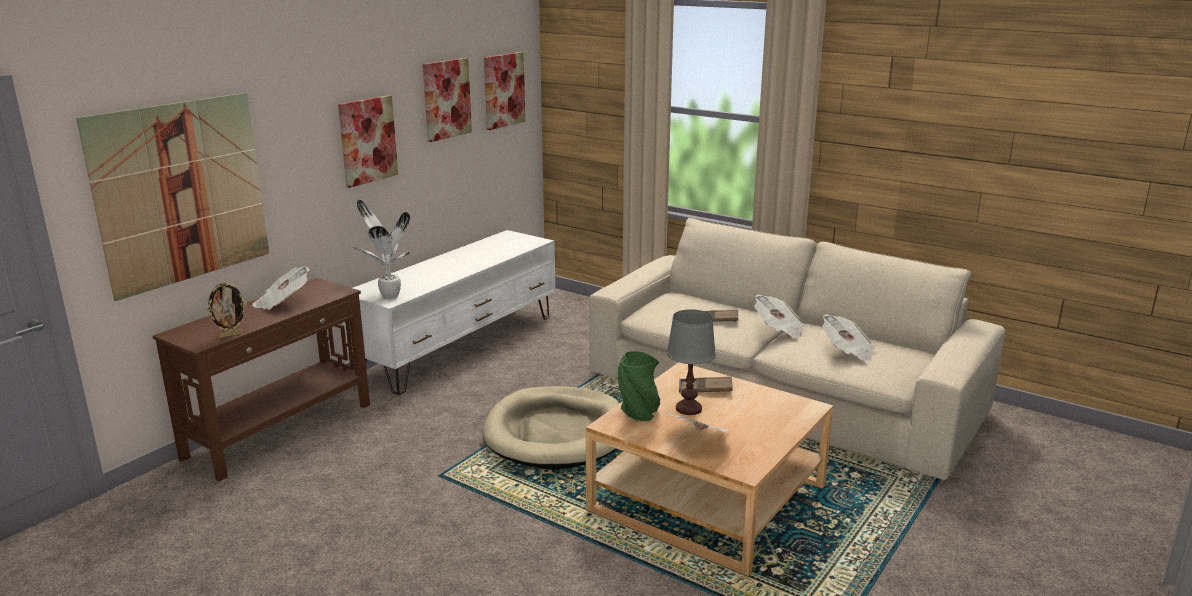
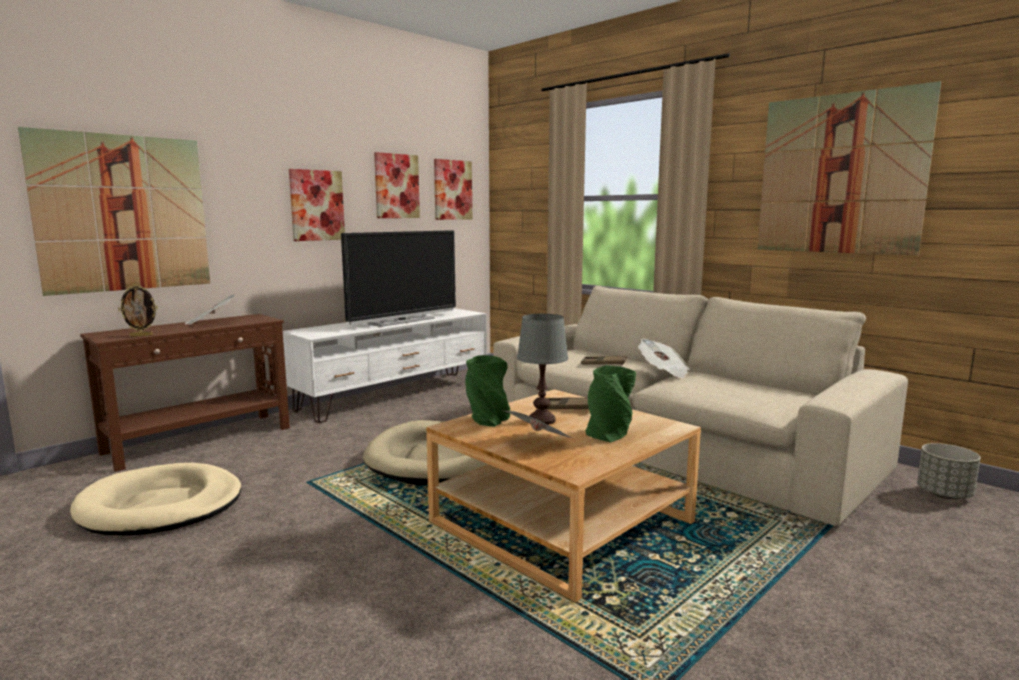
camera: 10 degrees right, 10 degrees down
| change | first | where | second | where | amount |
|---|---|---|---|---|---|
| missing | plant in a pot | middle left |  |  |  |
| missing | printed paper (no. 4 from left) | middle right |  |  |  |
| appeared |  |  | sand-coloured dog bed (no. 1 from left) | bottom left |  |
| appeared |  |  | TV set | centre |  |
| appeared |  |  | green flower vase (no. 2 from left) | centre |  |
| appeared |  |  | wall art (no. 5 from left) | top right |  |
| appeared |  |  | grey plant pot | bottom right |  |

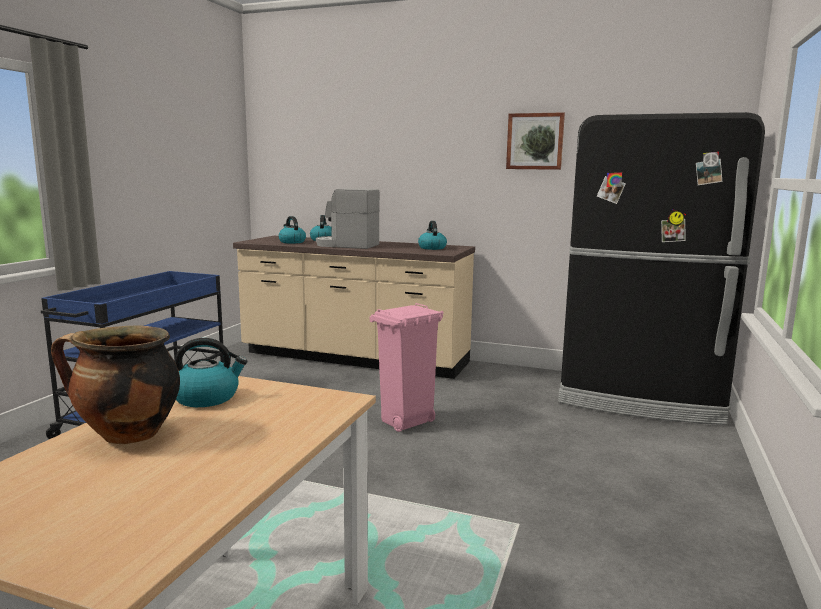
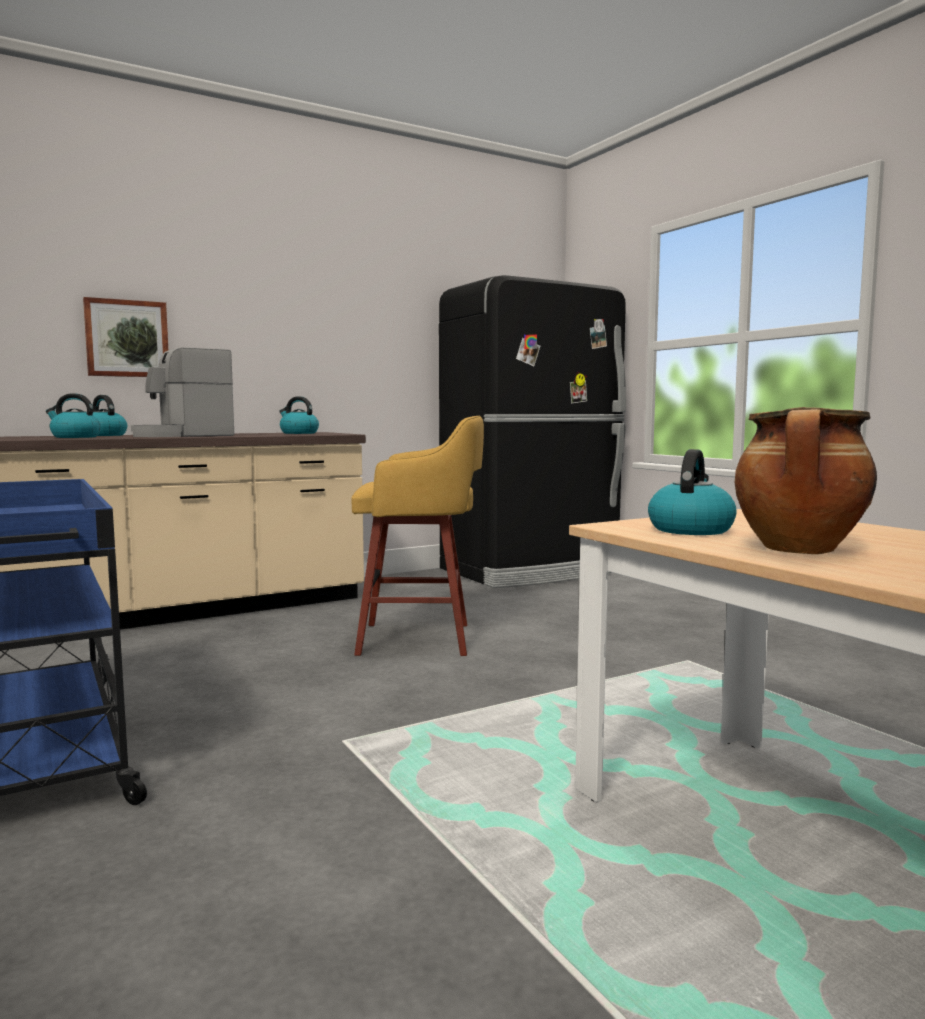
camera: 50 degrees left, 5 degrees down
| change | first | where | second | where | amount |
|---|---|---|---|---|---|
| exchanged | pink rubbish bin | centre | yellowish sitting stool | centre |  |
| relocated | wall art | top centre |  | top left |  |

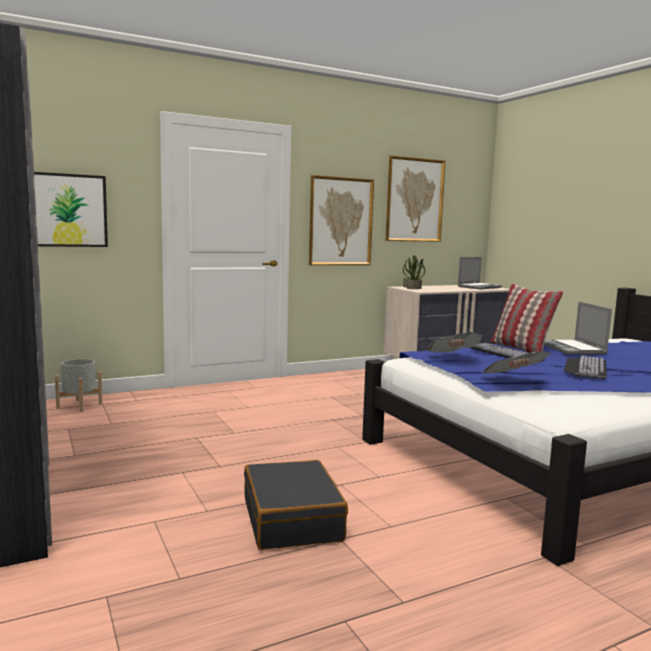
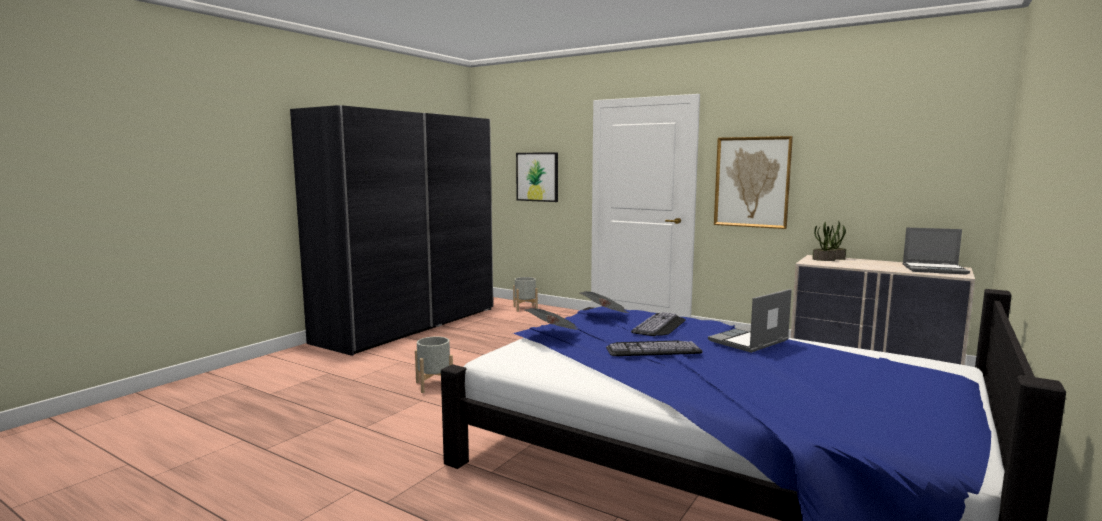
camera: 60 degrees right, 0 degrees up
| change | first | where | second | where | amount |
|---|---|---|---|---|---|
| exchanged | blackish piece of luggage | bottom centre | grey plant pot (no. 1 from left) | bottom centre |  |
| missing | wall art (no. 3 from left) | top centre |  |  |  |
| missing | pillow | middle right |  |  |  |

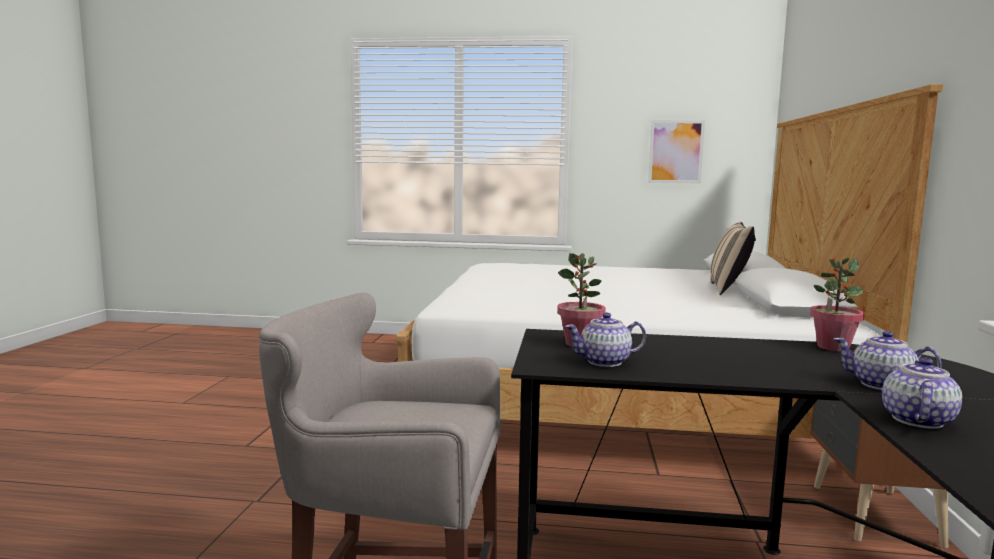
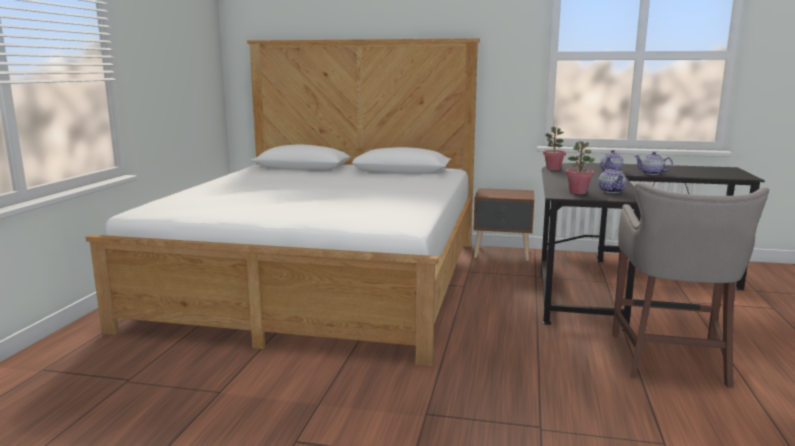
camera: 85 degrees left, 5 degrees up
| change | first | where | second | where | amount |
|---|---|---|---|---|---|
| missing | wall art | top right |  |  |  |
| missing | sand-coloured pillow | middle right |  |  |  |

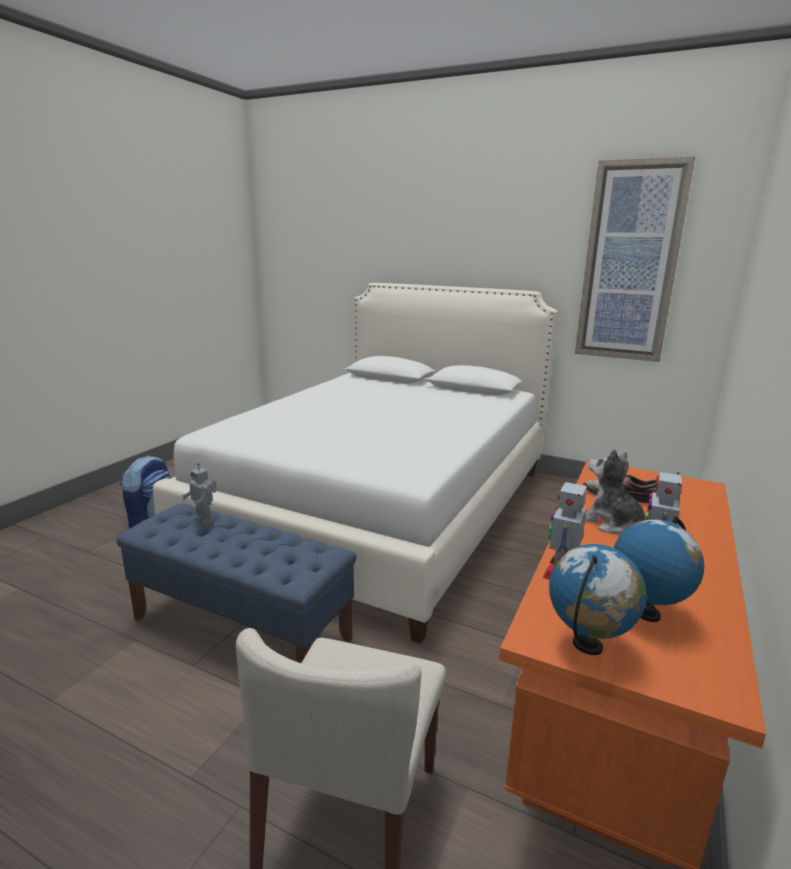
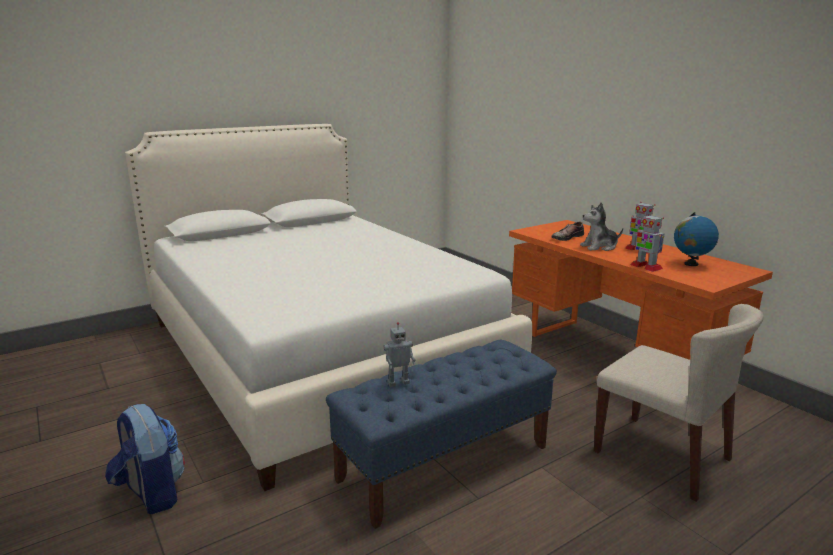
camera: 60 degrees left, 0 degrees up
| change | first | where | second | where | amount |
|---|---|---|---|---|---|
| missing | desk globe (no. 1 from left) | bottom right |  |  |  |
| missing | wall art | top right |  |  |  |

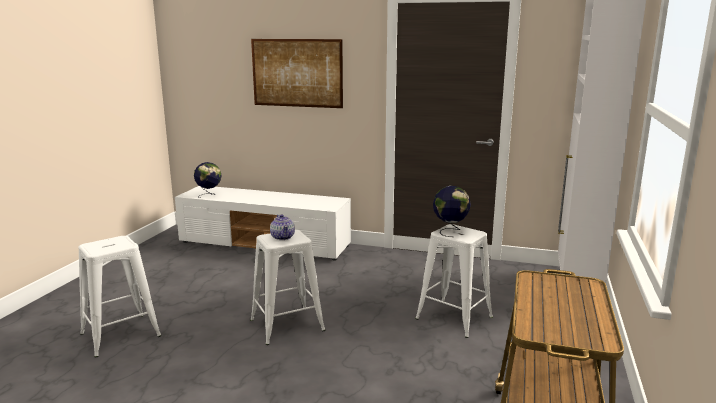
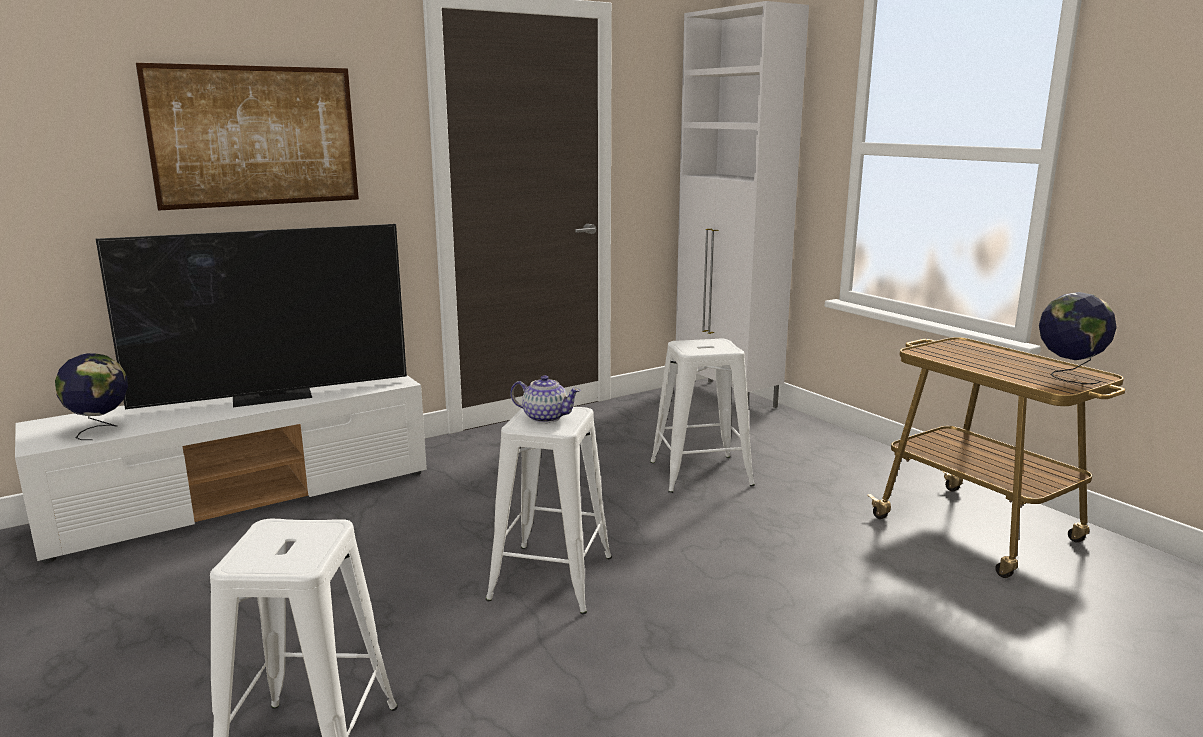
camera: 50 degrees left, 0 degrees up
| change | first | where | second | where | amount |
|---|---|---|---|---|---|
| relocated | desk globe (no. 2 from left) | centre |  | middle right |  |
| appeared |  |  | TV set | middle left |  |

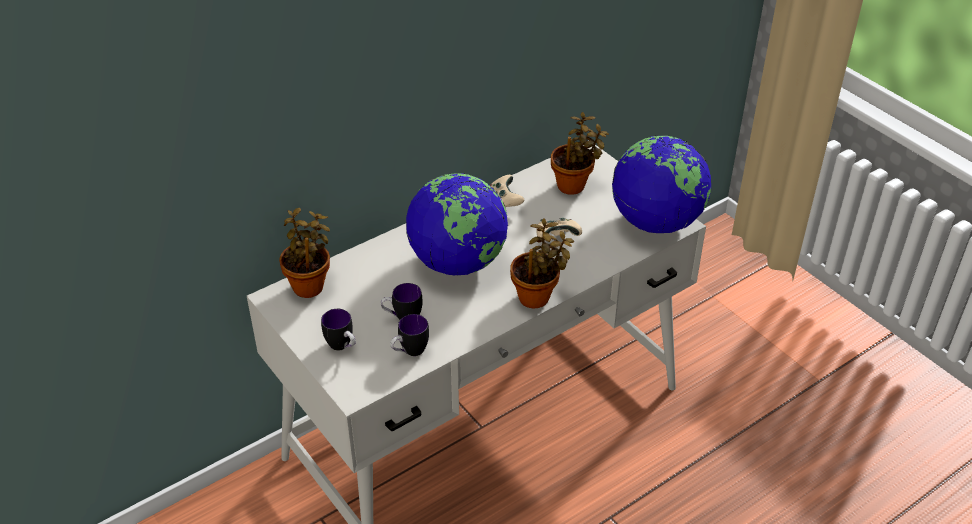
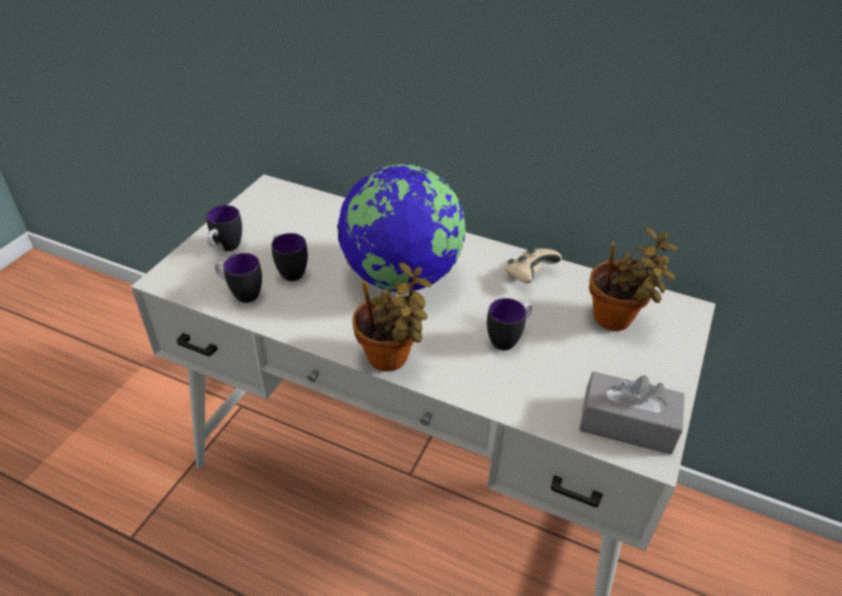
camera: 60 degrees right, 0 degrees up
| change | first | where | second | where | amount |
|---|---|---|---|---|---|
| missing | plant in a pot (no. 1 from left) | middle left |  |  |  |
| exchanged | sand-coloured gamepad (no. 2 from left) | centre | tea mug (no. 4 from left) | centre |  |
| exchanged | desk globe (no. 2 from left) | middle right | grey tissue box | bottom right |  |

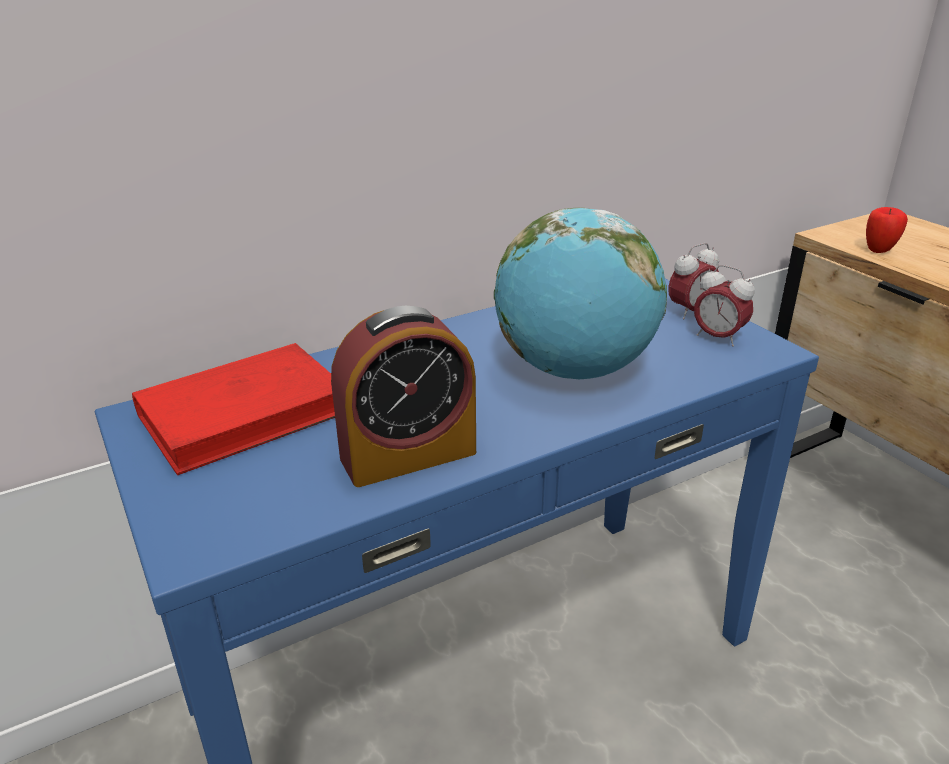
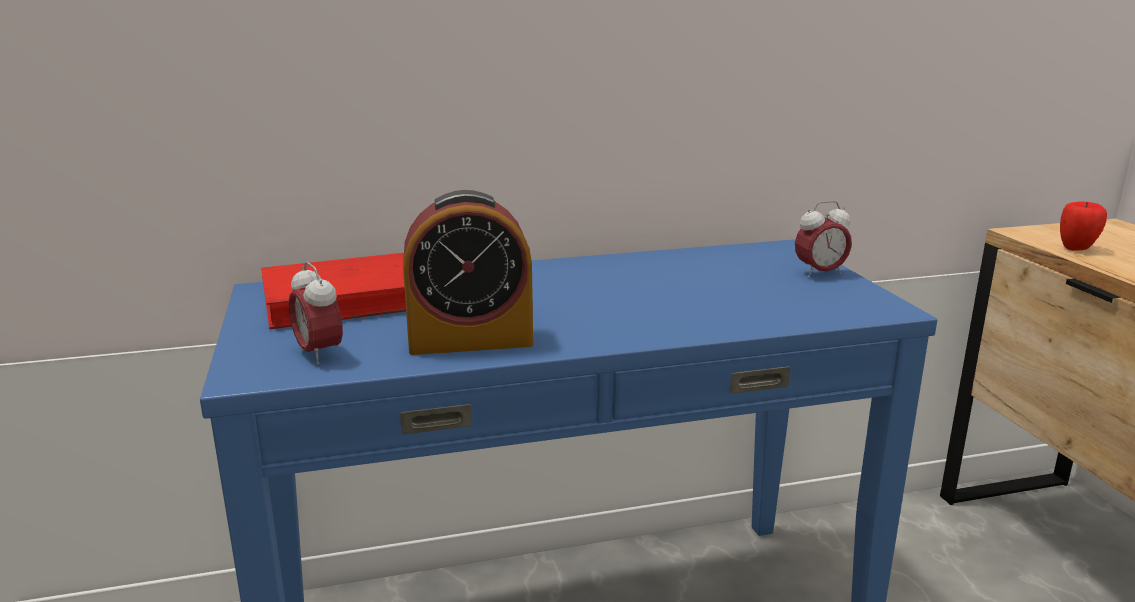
camera: 15 degrees right, 10 degrees down
| change | first | where | second | where | amount |
|---|---|---|---|---|---|
| missing | desk globe | centre |  |  |  |
| relocated | alarm clock (no. 3 from left in the first image) | middle right | alarm clock (no. 1 from left) | middle left |  |

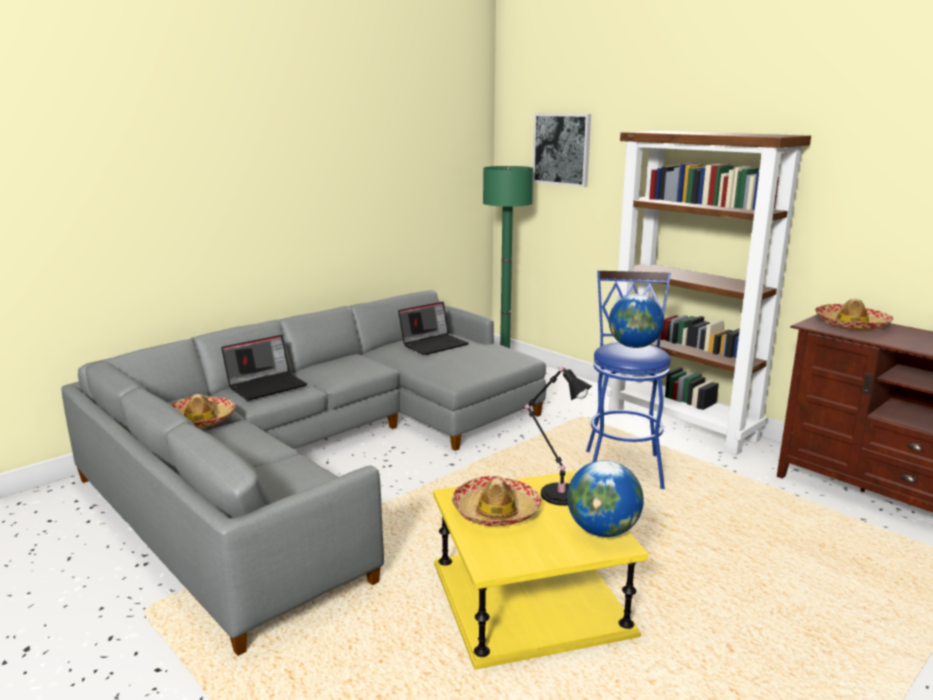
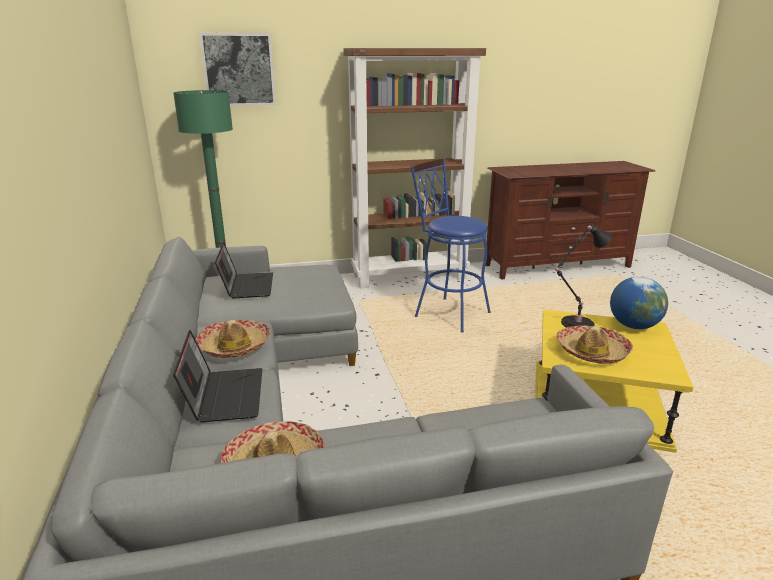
camera: 60 degrees left, 5 degrees up
| change | first | where | second | where | amount |
|---|---|---|---|---|---|
| missing | desk globe (no. 2 from left) | middle right |  |  |  |
| relocated | hat (no. 3 from left in the first image) | middle right | hat (no. 1 from left) | middle left |  |

